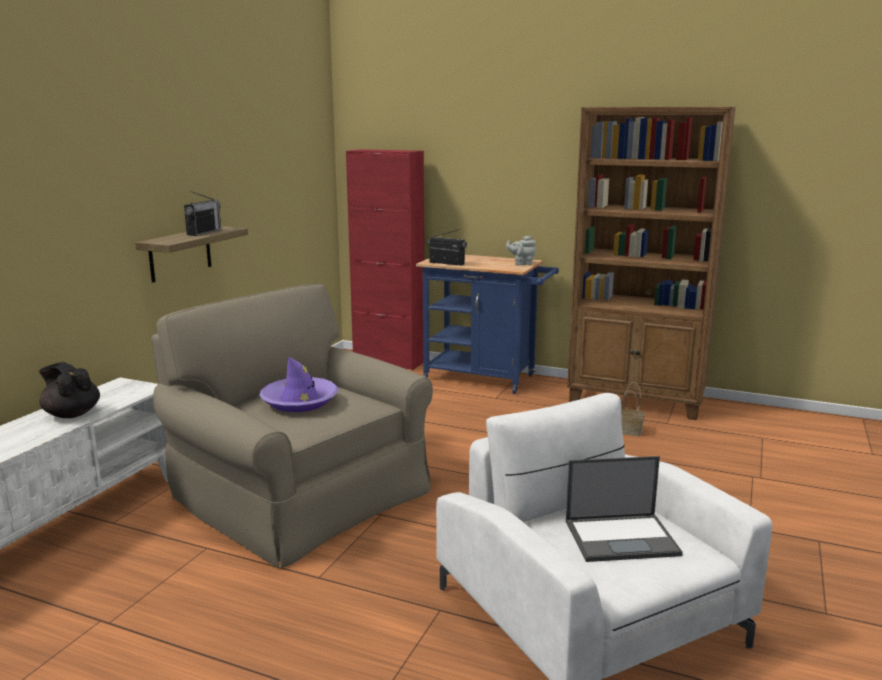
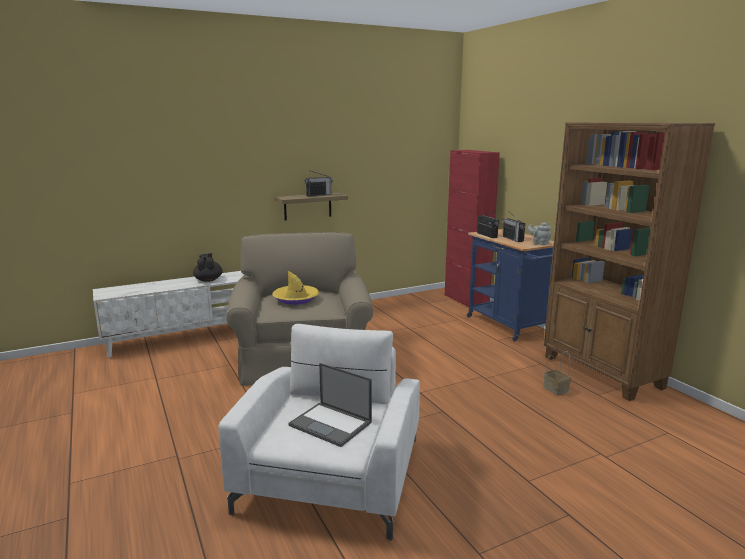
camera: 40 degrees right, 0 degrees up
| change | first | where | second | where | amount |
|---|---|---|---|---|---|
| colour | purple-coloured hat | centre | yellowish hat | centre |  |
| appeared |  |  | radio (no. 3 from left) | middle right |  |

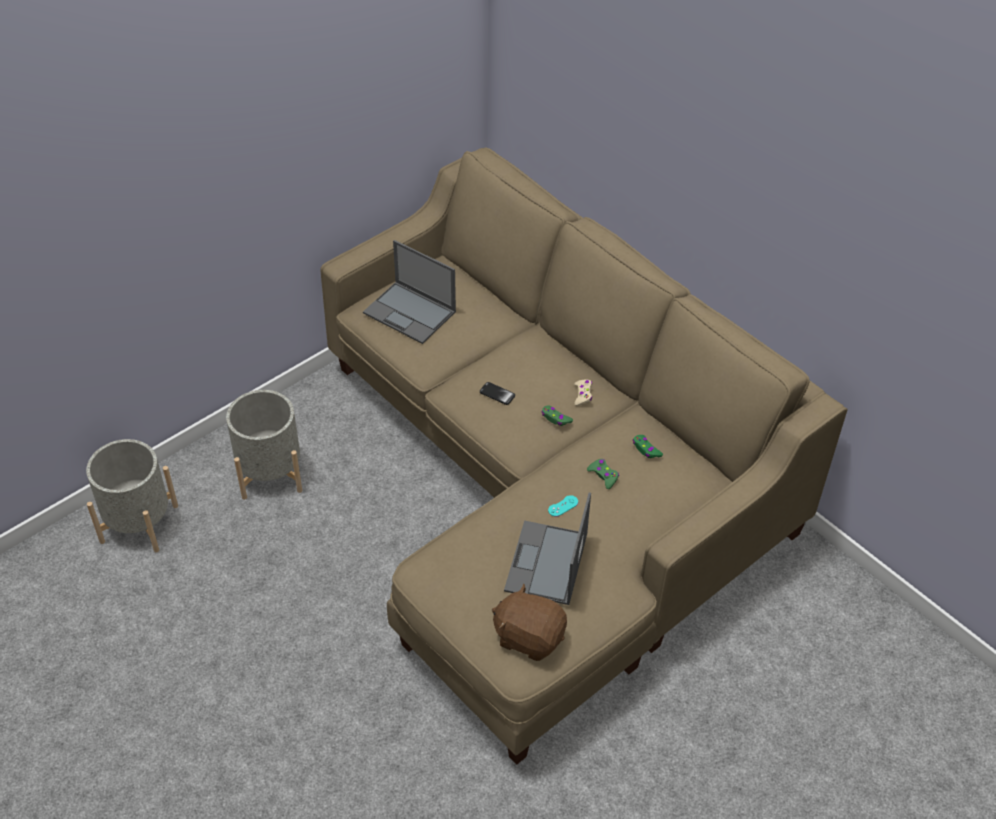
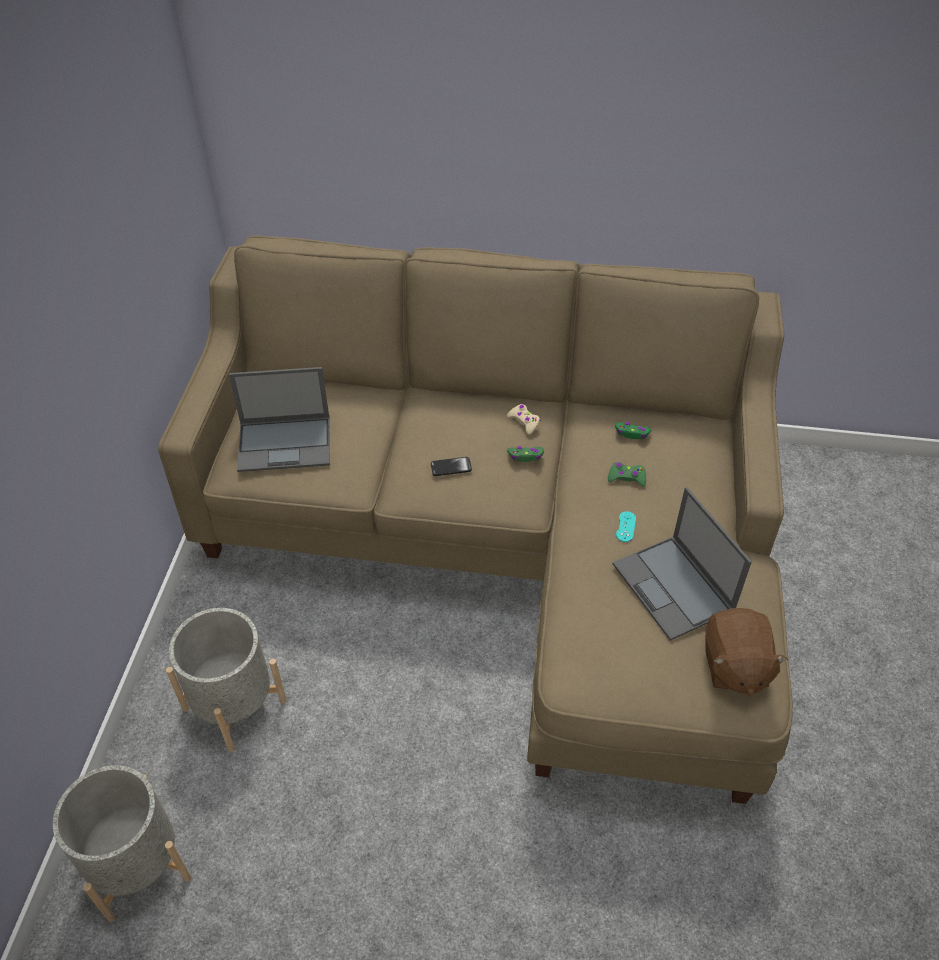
camera: 40 degrees left, 0 degrees up
| change | first | where | second | where | amount |
|---|---|---|---|---|---|
| spun | brownish plush toy | bottom centre |  | bottom right | 75 degrees counterclockwise |

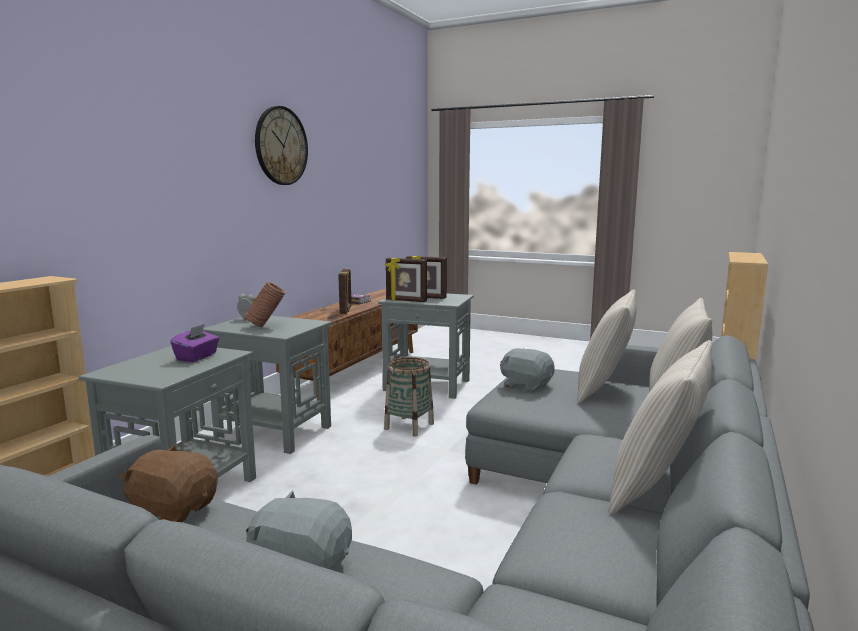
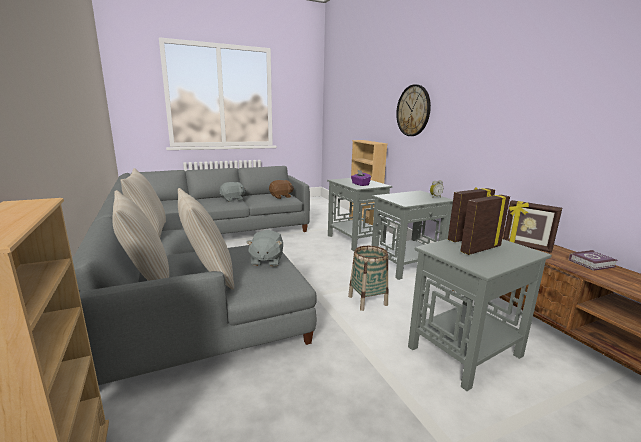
camera: 130 degrees right, 5 degrees up
| change | first | where | second | where | amount |
|---|---|---|---|---|---|
| missing | brownish flower vase | middle left |  |  |  |
| relocated | clock on the wall | top left |  | top centre |  |
| spun | grey plush toy (no. 2 from left) | centre |  | centre | 105 degrees clockwise |

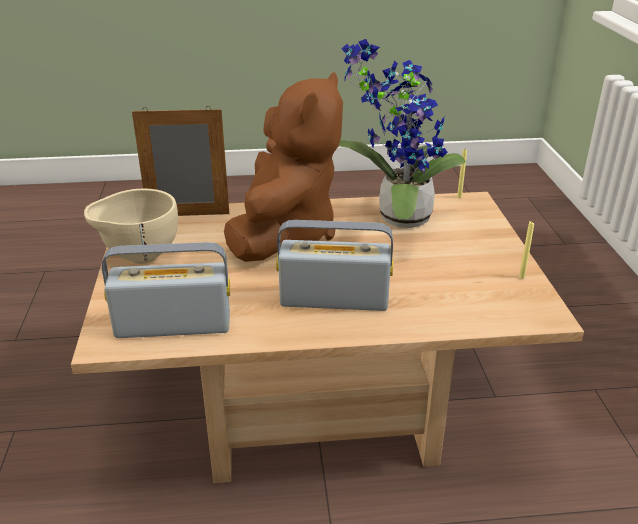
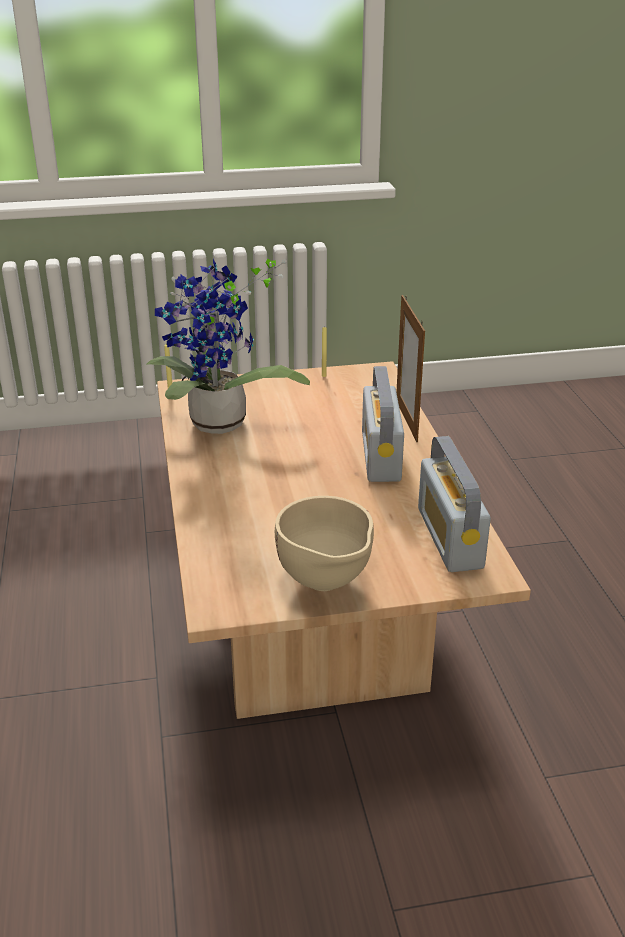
camera: 95 degrees left, 0 degrees up
| change | first | where | second | where | amount |
|---|---|---|---|---|---|
| relocated | picture frame | top left |  | centre |  |
| missing | brownish plush toy | top centre |  |  |  |

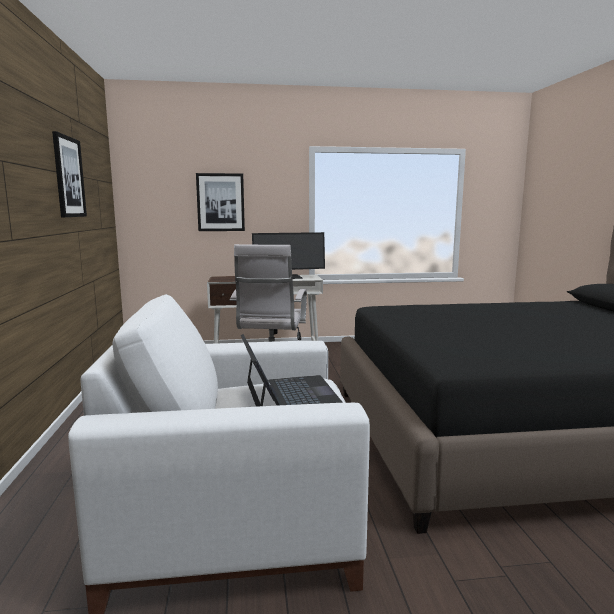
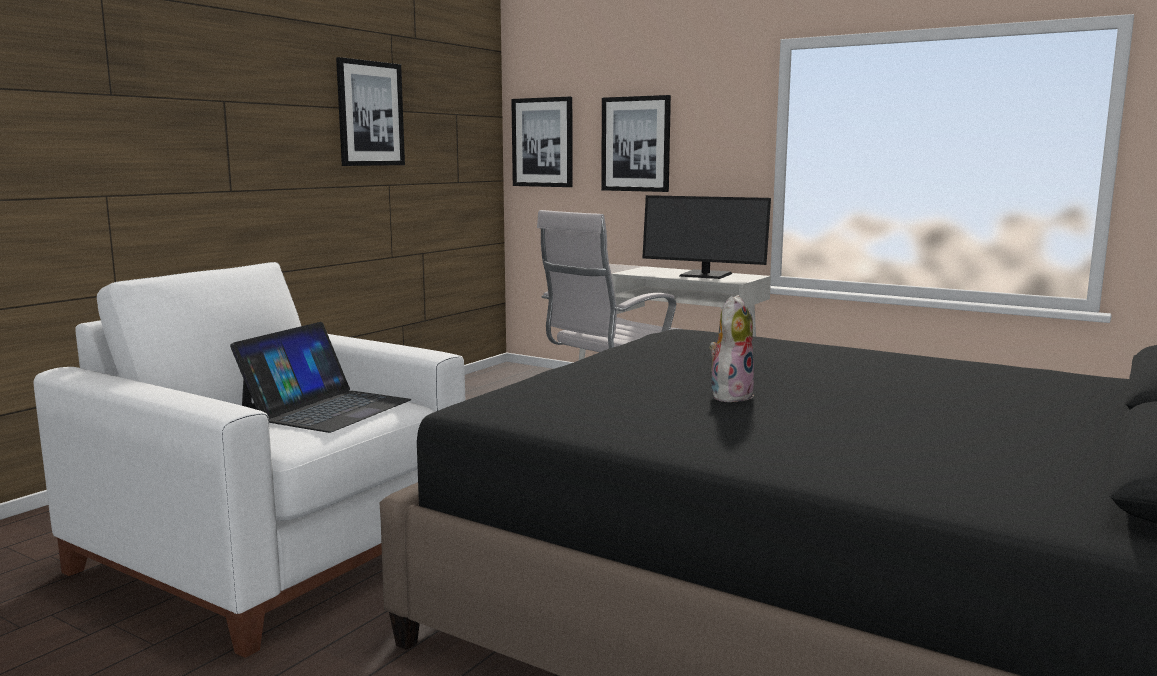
camera: 40 degrees right, 0 degrees up
| change | first | where | second | where | amount |
|---|---|---|---|---|---|
| appeared |  |  | wall art (no. 2 from left) | top centre |  |
| appeared |  |  | plush toy | centre |  |

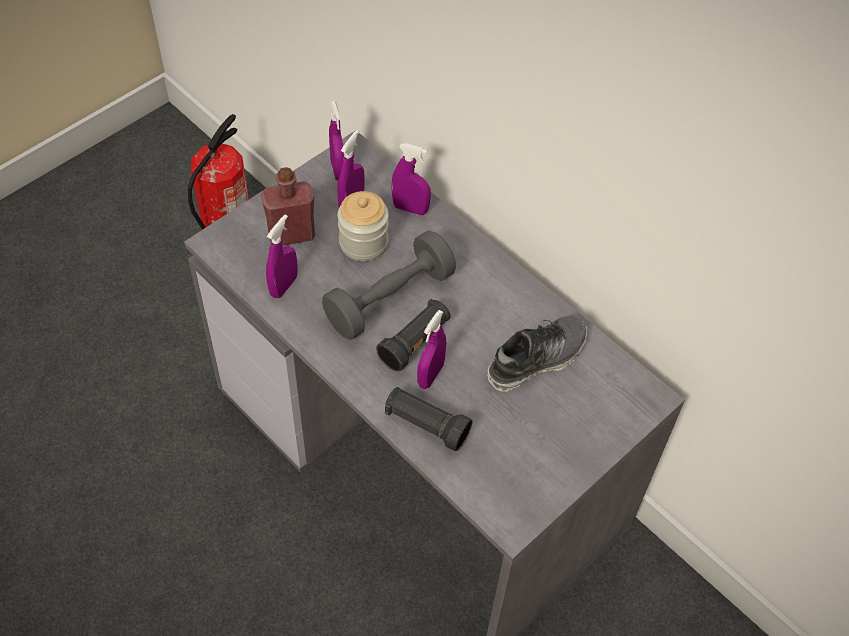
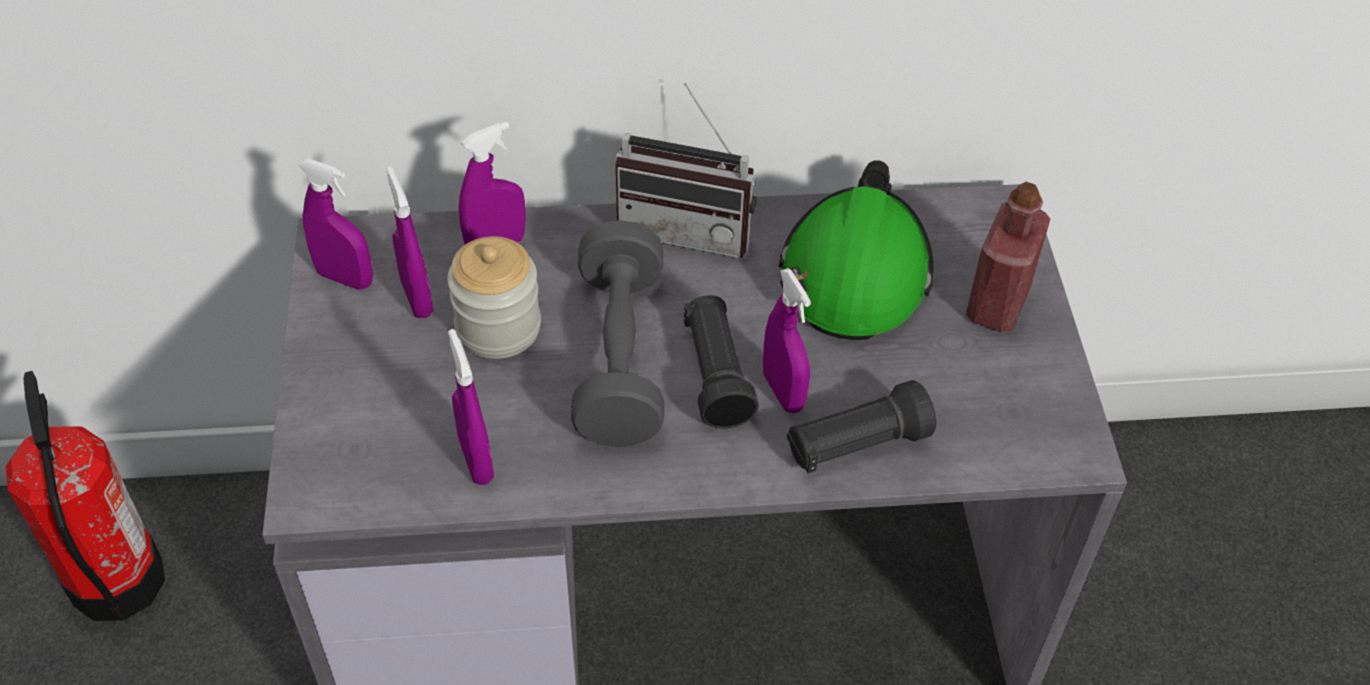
camera: 50 degrees left, 5 degrees down
| change | first | where | second | where | amount |
|---|---|---|---|---|---|
| relocated | red-coloured beverage bottle | top centre |  | middle right |  |
| exchanged | item of footwear | centre | green safety helmet | centre |  |
| appeared |  |  | radio | top centre |  |

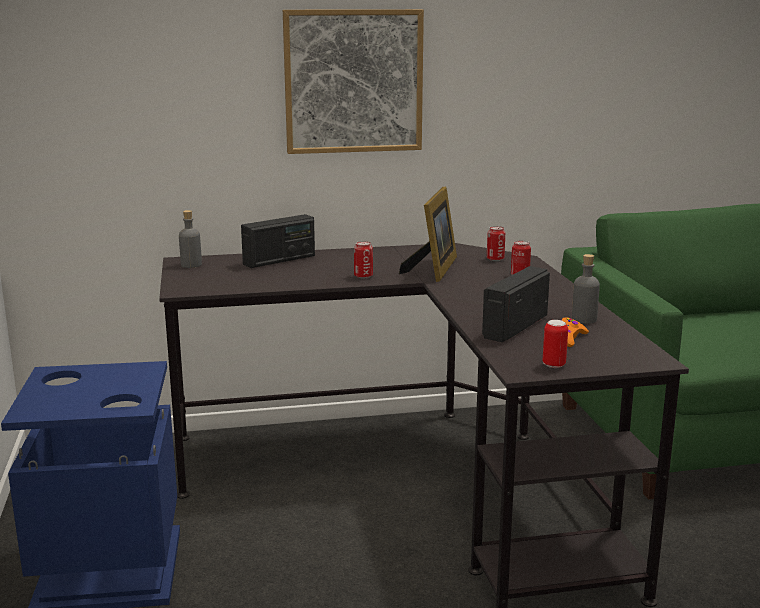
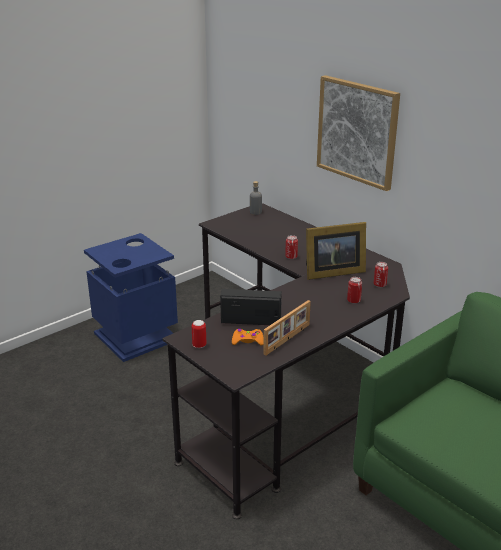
camera: 60 degrees right, 10 degrees up
| change | first | where | second | where | amount |
|---|---|---|---|---|---|
| missing | radio (no. 1 from left) | centre |  |  |  |
| exchanged | grey beverage bottle (no. 2 from left) | middle right | picture frame (no. 1 from left) | centre |  |

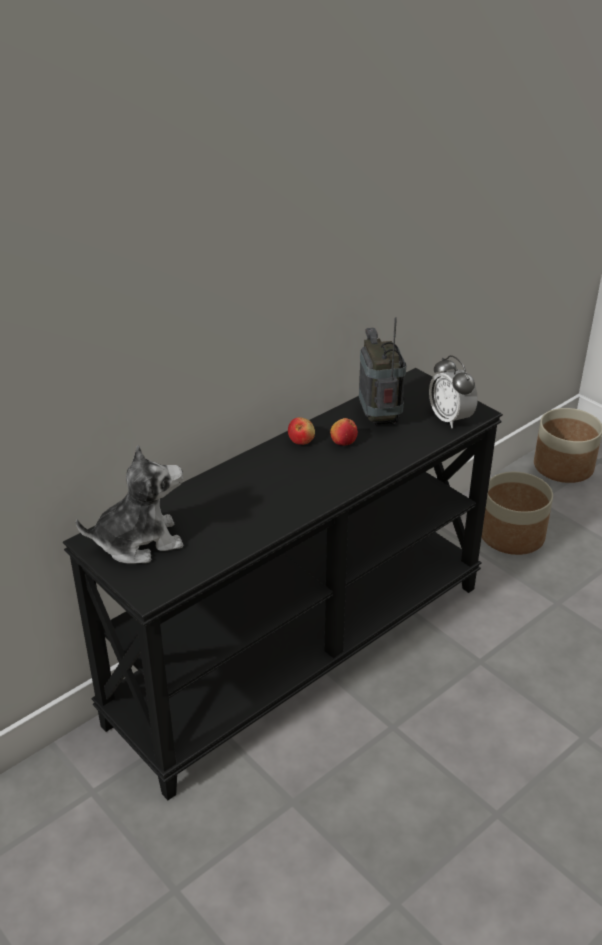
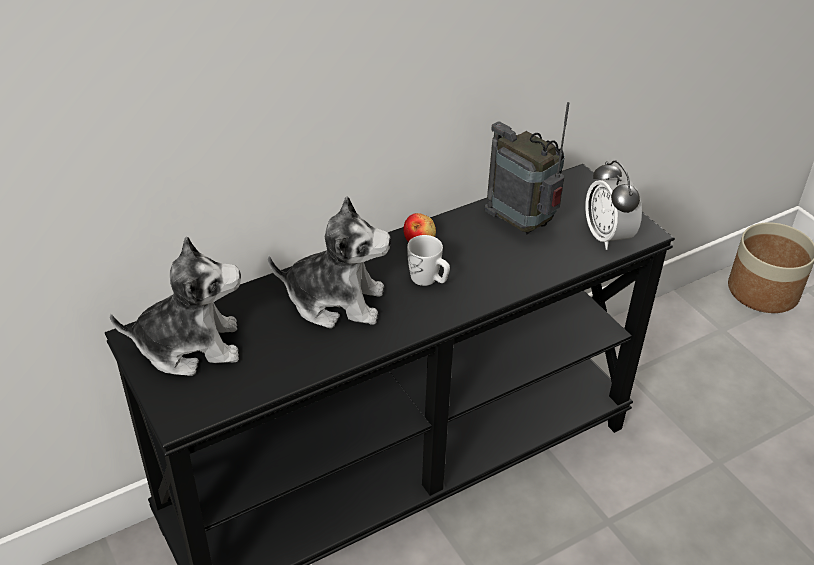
camera: 10 degrees right, 5 degrees up
| change | first | where | second | where | amount |
|---|---|---|---|---|---|
| missing | whole apple (no. 2 from left) | centre |  |  |  |
| spun | radio | centre |  | top centre | 45 degrees counterclockwise |
| missing | plant pot (no. 1 from left) | middle right |  |  |  |
| appeared |  |  | plush toy (no. 2 from left) | centre |  |
| appeared |  |  | white tea mug | centre |  |

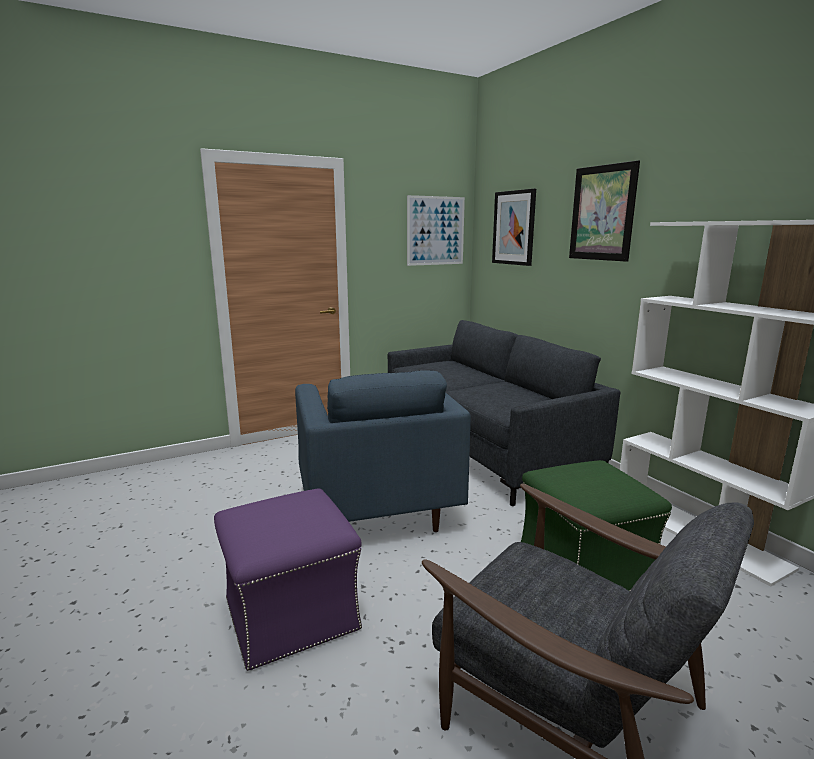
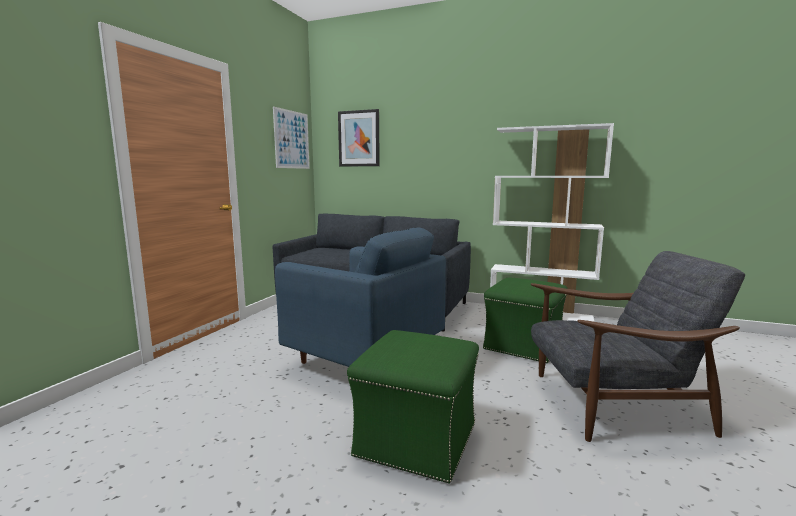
camera: 40 degrees left, 5 degrees down
| change | first | where | second | where | amount |
|---|---|---|---|---|---|
| colour | purple-coloured ottoman | bottom centre | green ottoman (no. 1 from left) | bottom centre |  |
| missing | wall art (no. 3 from left) | top right |  |  |  |

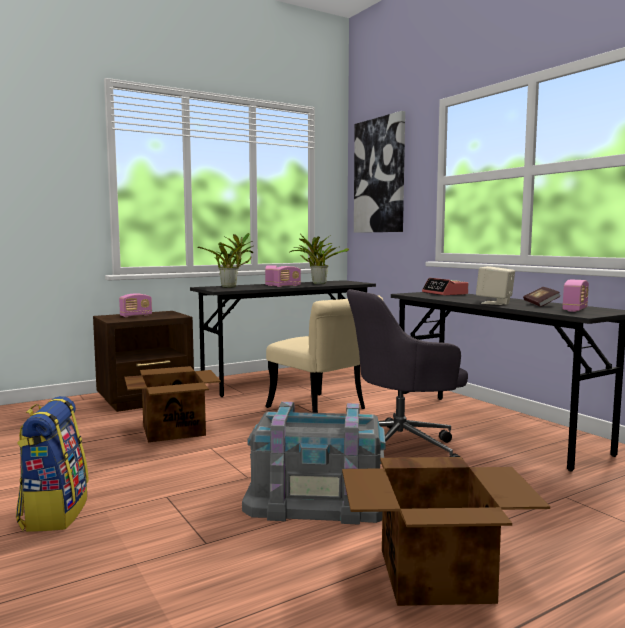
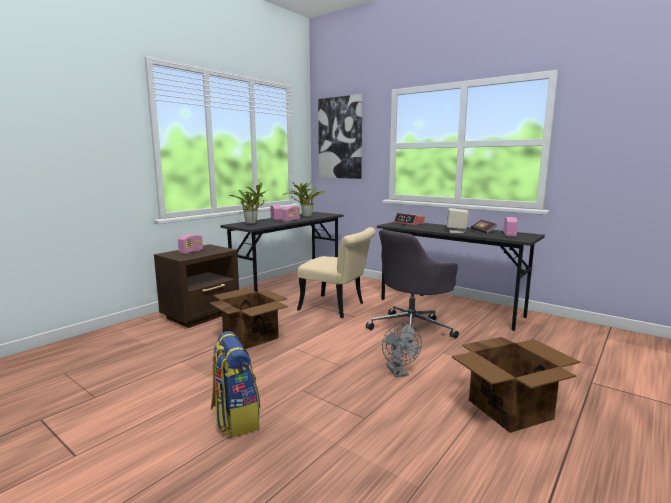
camera: 20 degrees left, 5 degrees up
| change | first | where | second | where | amount |
|---|---|---|---|---|---|
| exchanged | grey storage container | bottom centre | grey electric fan | bottom centre |  |

